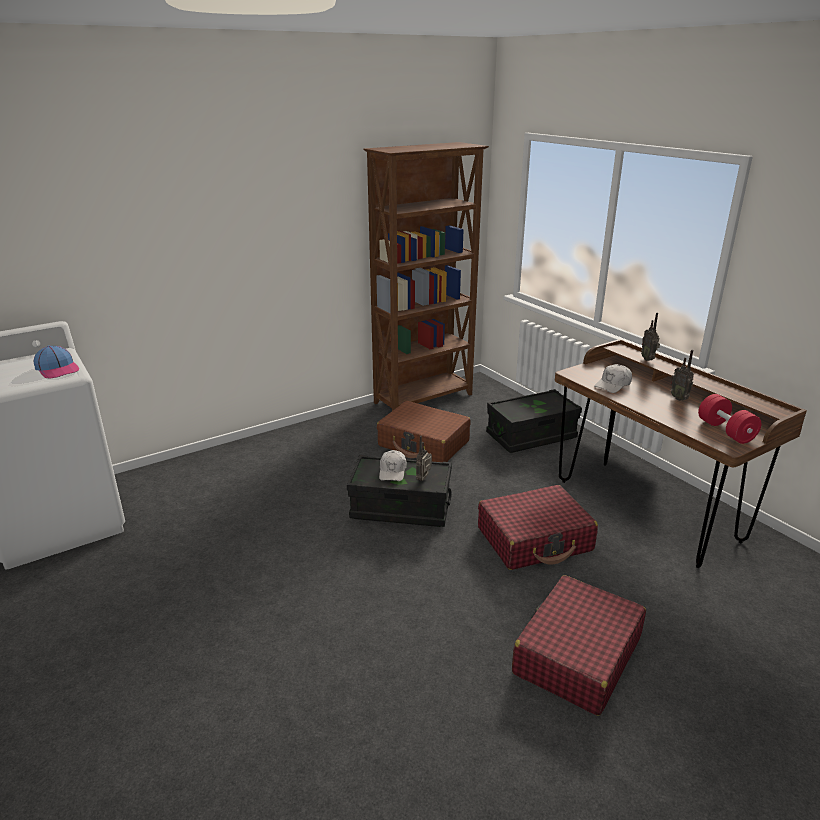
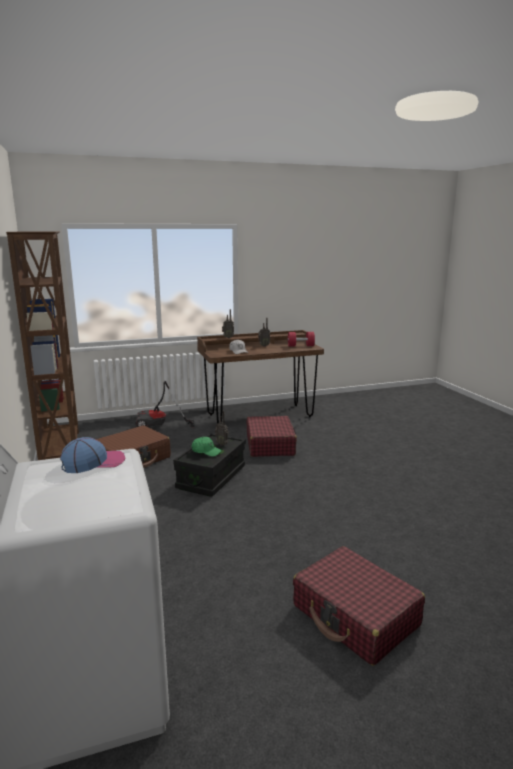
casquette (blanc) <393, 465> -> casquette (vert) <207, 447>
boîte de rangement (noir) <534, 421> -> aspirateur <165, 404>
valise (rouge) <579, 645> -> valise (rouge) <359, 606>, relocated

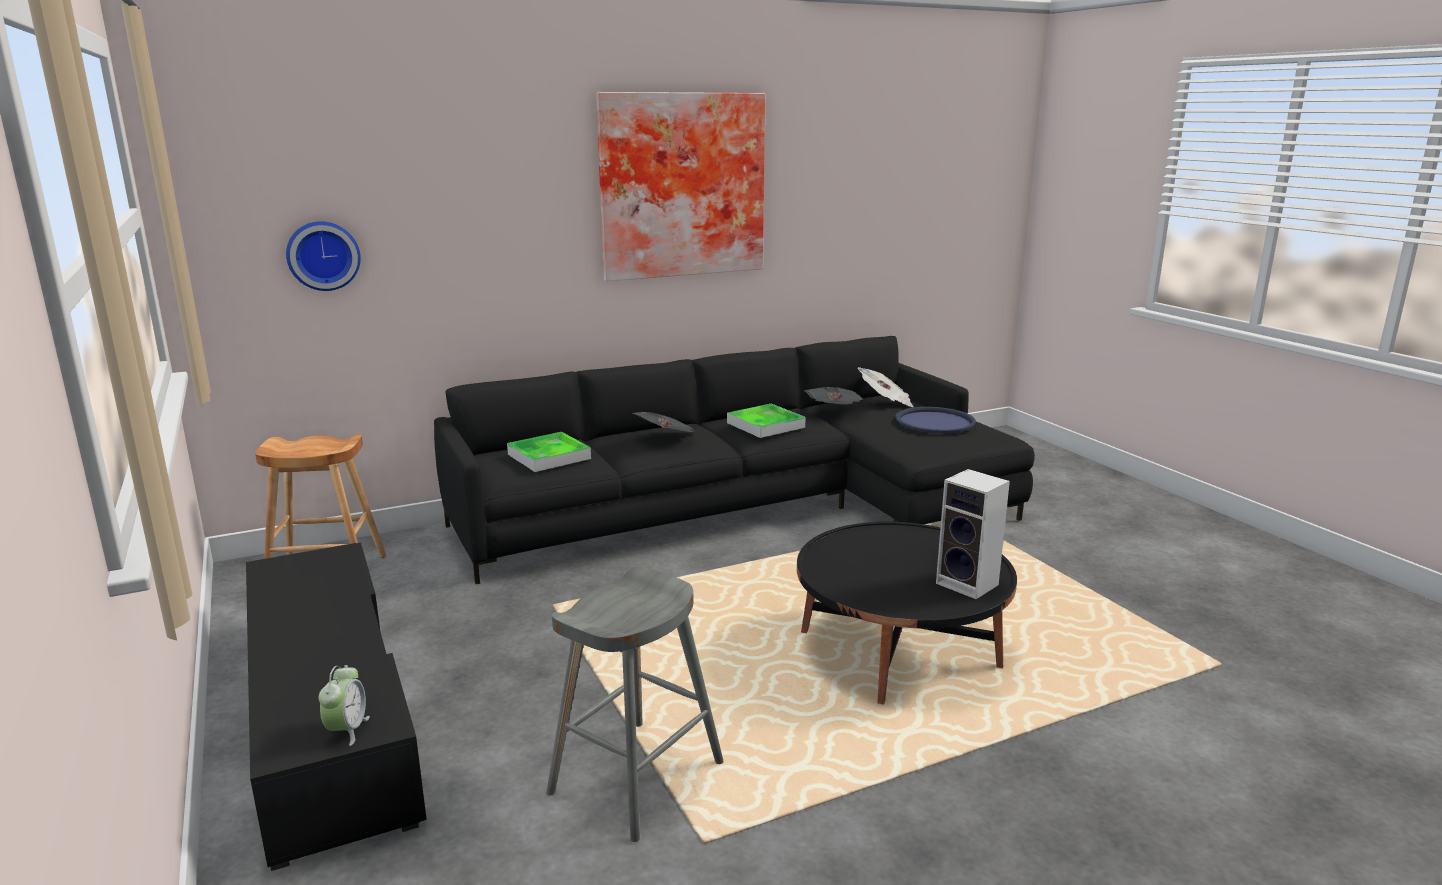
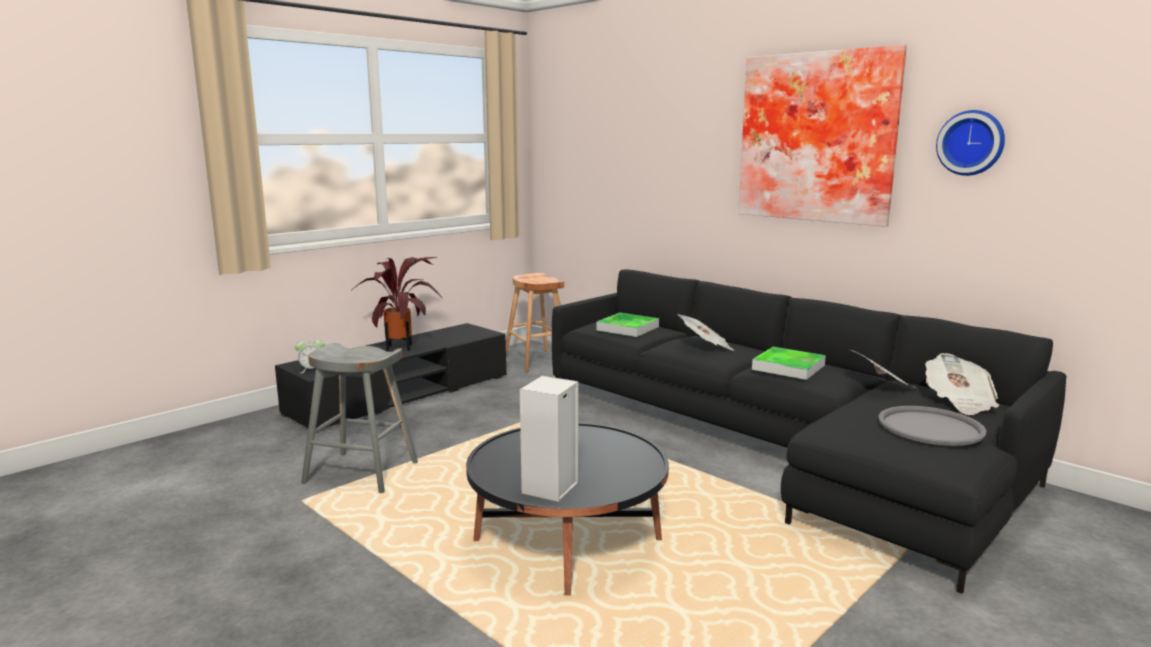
horloge murale <323, 256> -> horloge murale <970, 143>, relocated
plateau (bleu) <935, 420> -> plateau (gris) <932, 426>
none -> plante en pot <397, 304>

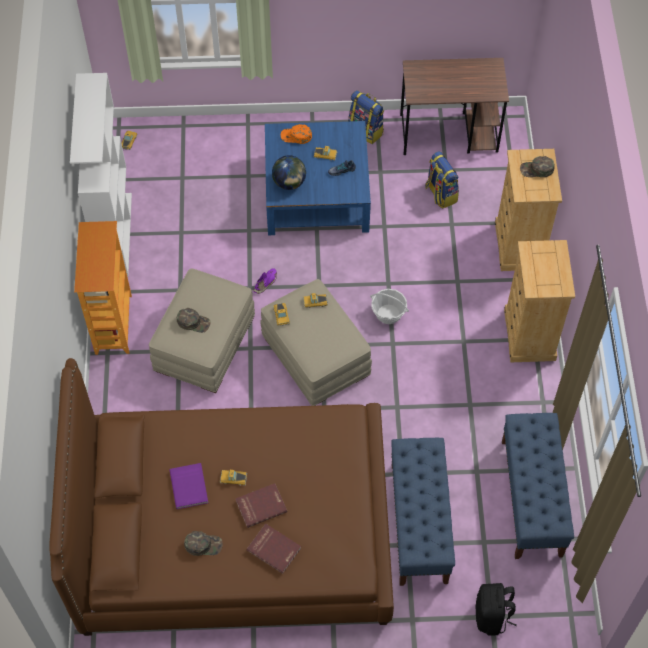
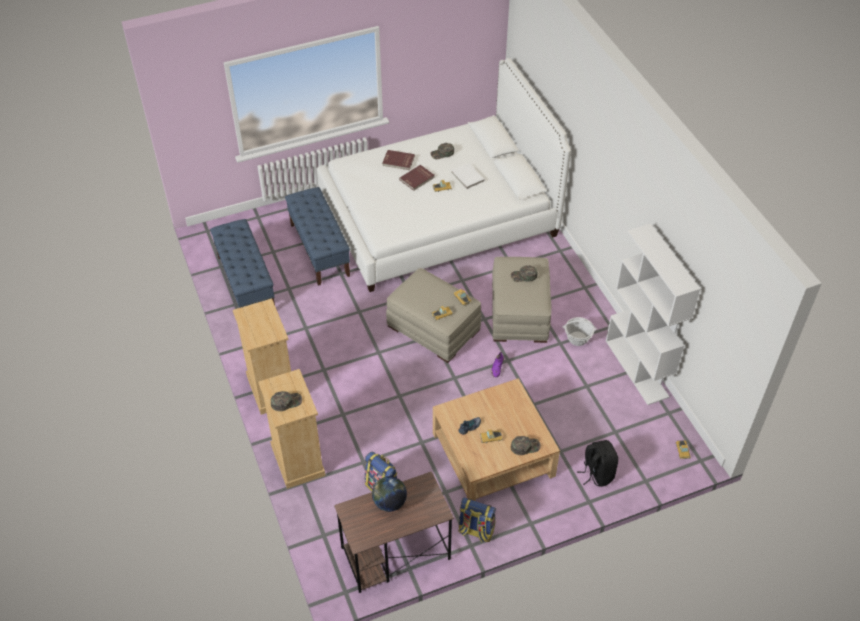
lit (marron) <221, 497> -> lit (blanc) <444, 175>
bibliothèque <103, 288> -> none
livre (violet) <189, 486> -> livre (blanc) <468, 176>
table basse (bleu) <318, 178> -> table basse (beige) <496, 439>
globe <289, 172> -> globe <389, 494>, relocated
casquette (orange) <296, 134> -> casquette (vert) <526, 445>
panier <389, 306> -> panier <580, 331>, relocated
sac à dos (noir) <496, 609> -> sac à dos (noir) <597, 463>, relocated

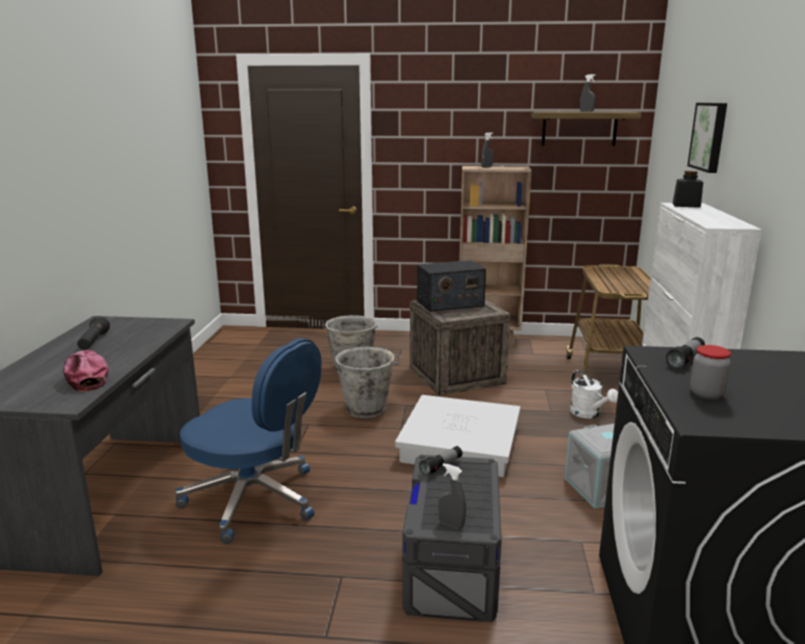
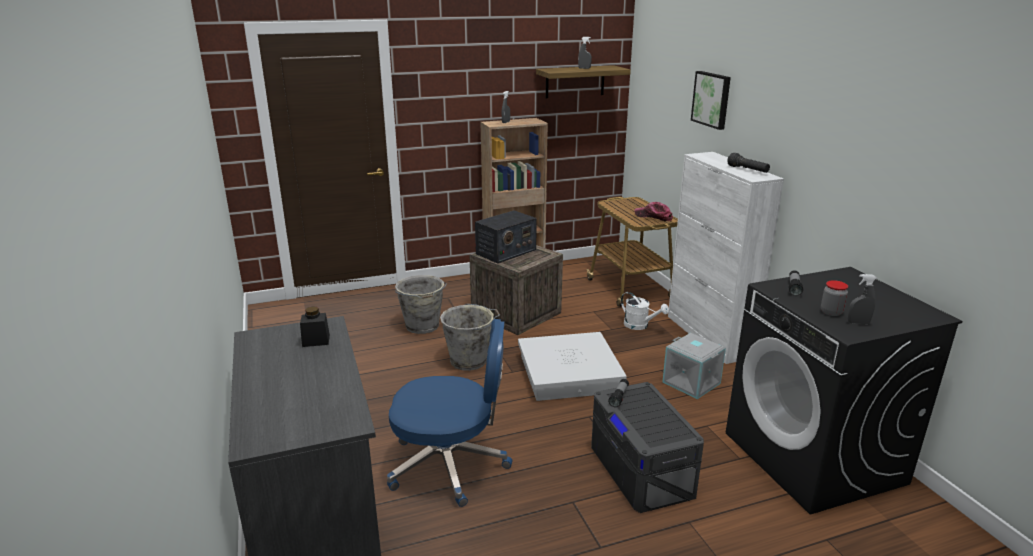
casquette <86, 371> -> casquette <653, 211>, relocated
lampe de poche (noir) <93, 333> -> lampe de poche (noir) <748, 163>, relocated
vaporisateur (gris) <452, 496> -> vaporisateur (gris) <862, 299>, relocated
bocal (noir) <688, 189> -> bocal (noir) <315, 326>, relocated

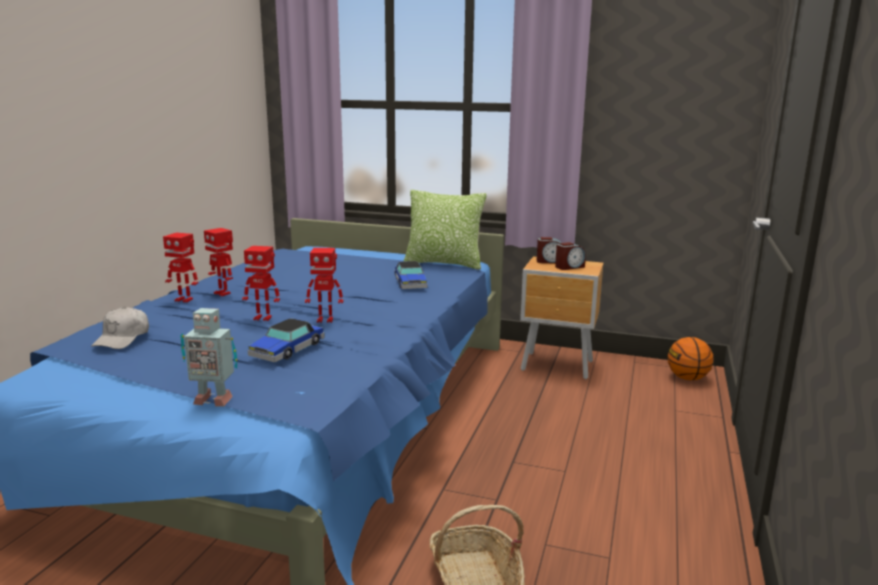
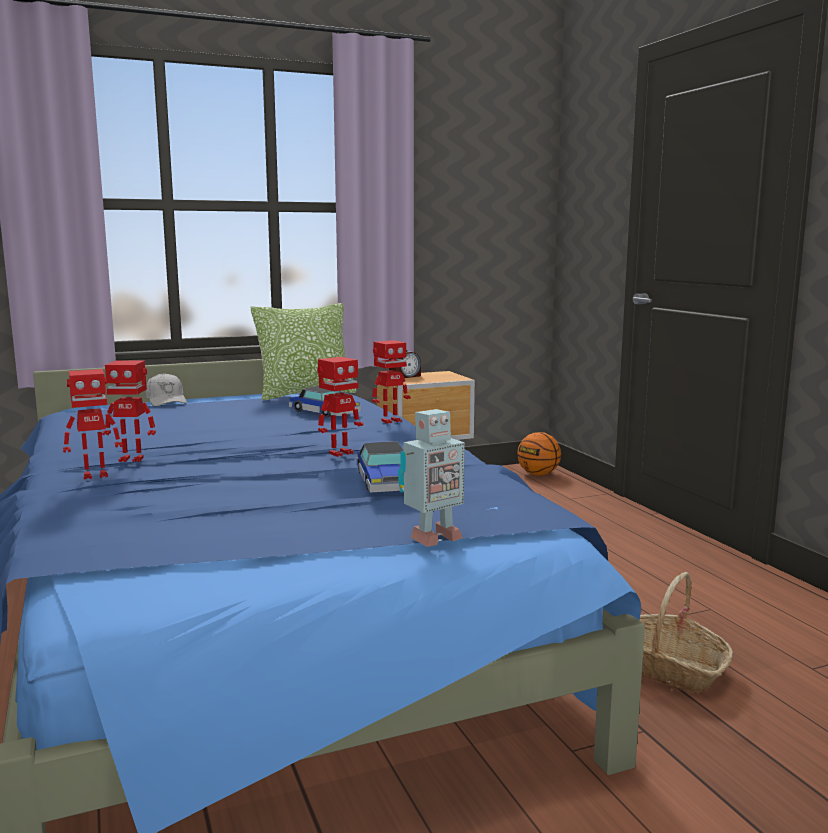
casquette (blanc) <120, 328> -> casquette (blanc) <166, 389>, relocated
robot jouet <261, 283> -> robot jouet <391, 382>, relocated
réveil <570, 256> -> none

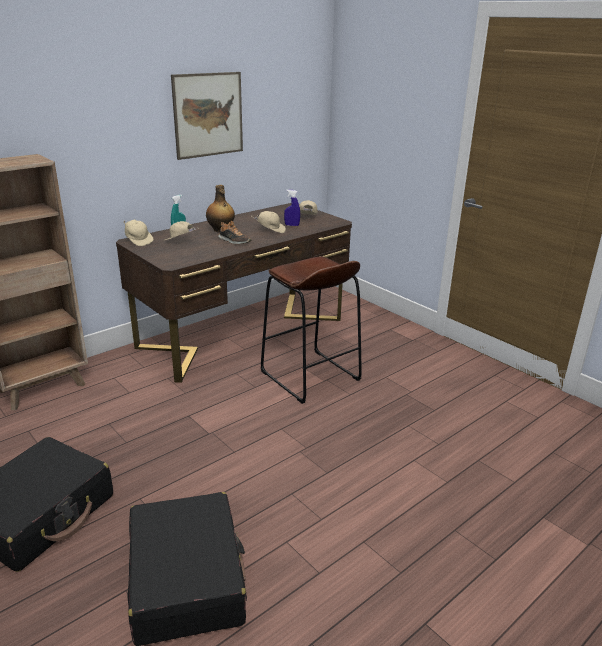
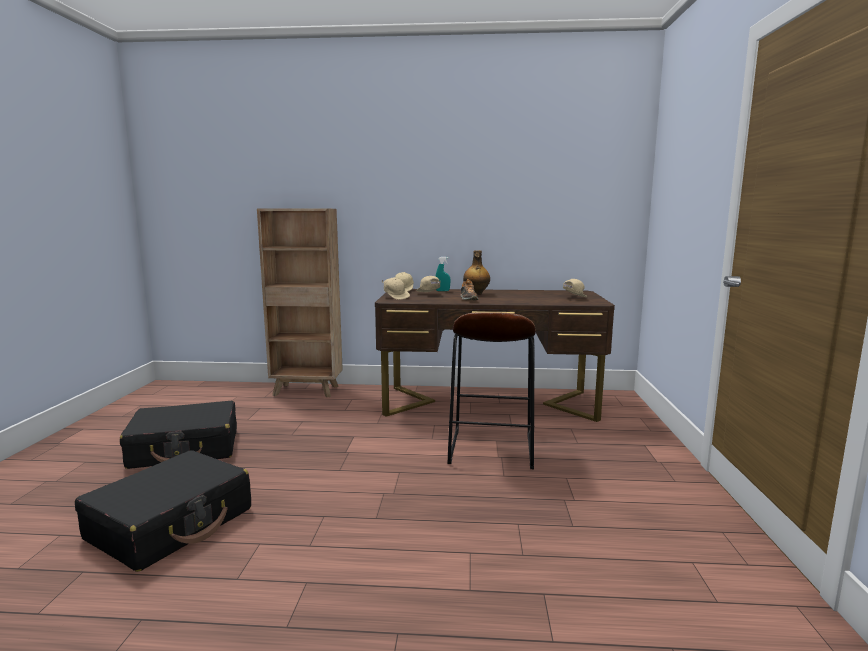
tableau <207, 116> -> none
casquette (beige) <268, 222> -> casquette (beige) <396, 288>, relocated
vaporisateur (bleu) <292, 208> -> none

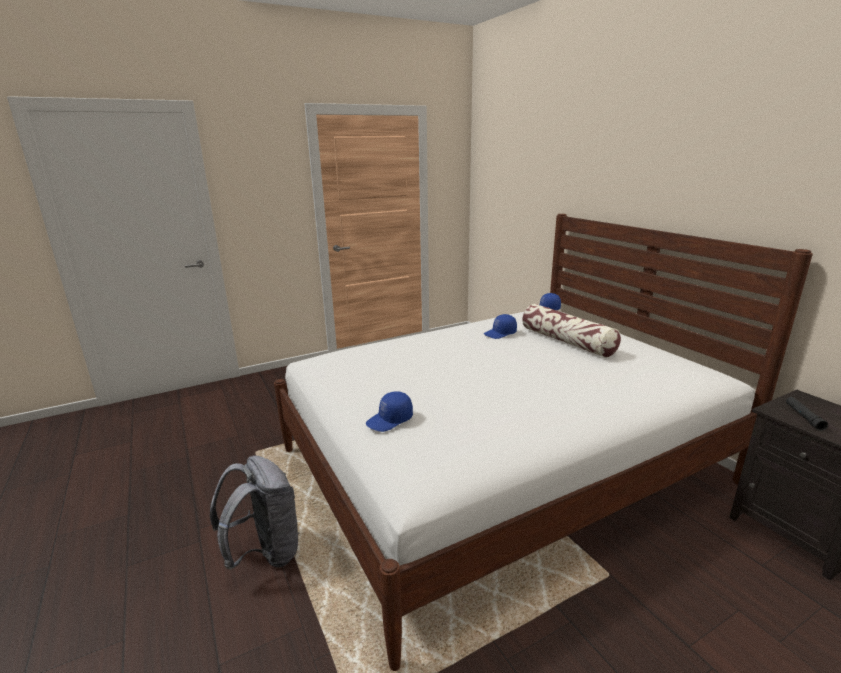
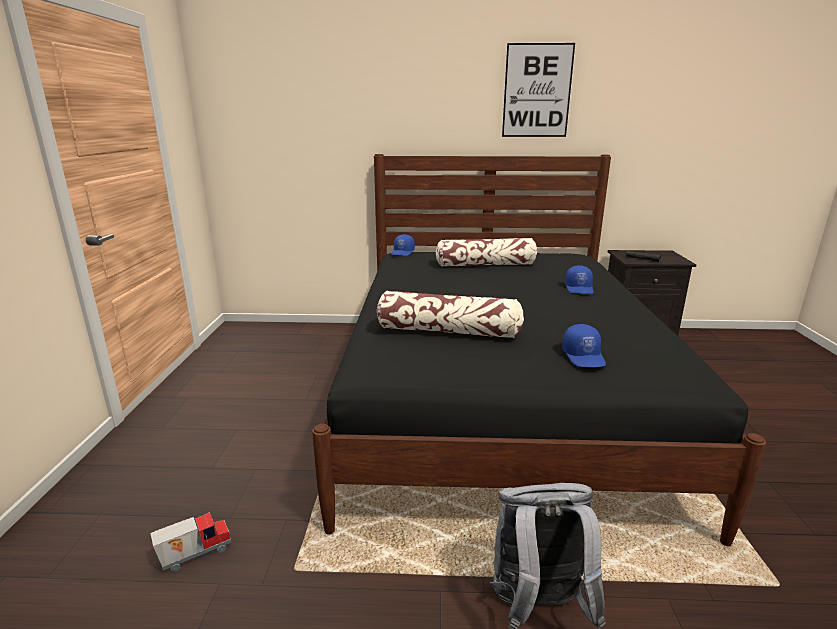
lit (blanc) <543, 442> -> lit (noir) <539, 350>
casquette (bleu) <500, 326> -> casquette (bleu) <579, 279>, relocated
none -> camion jouet <190, 542>
none -> coussin <450, 314>
none -> tableau <538, 90>

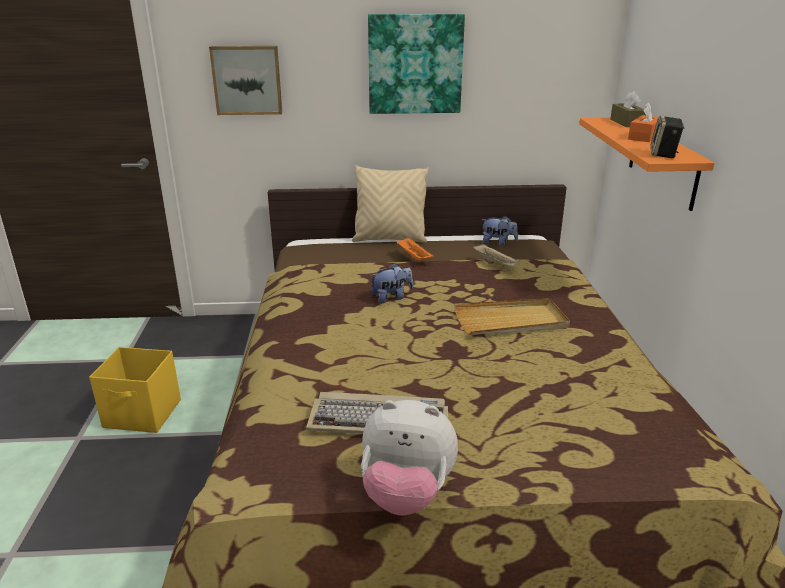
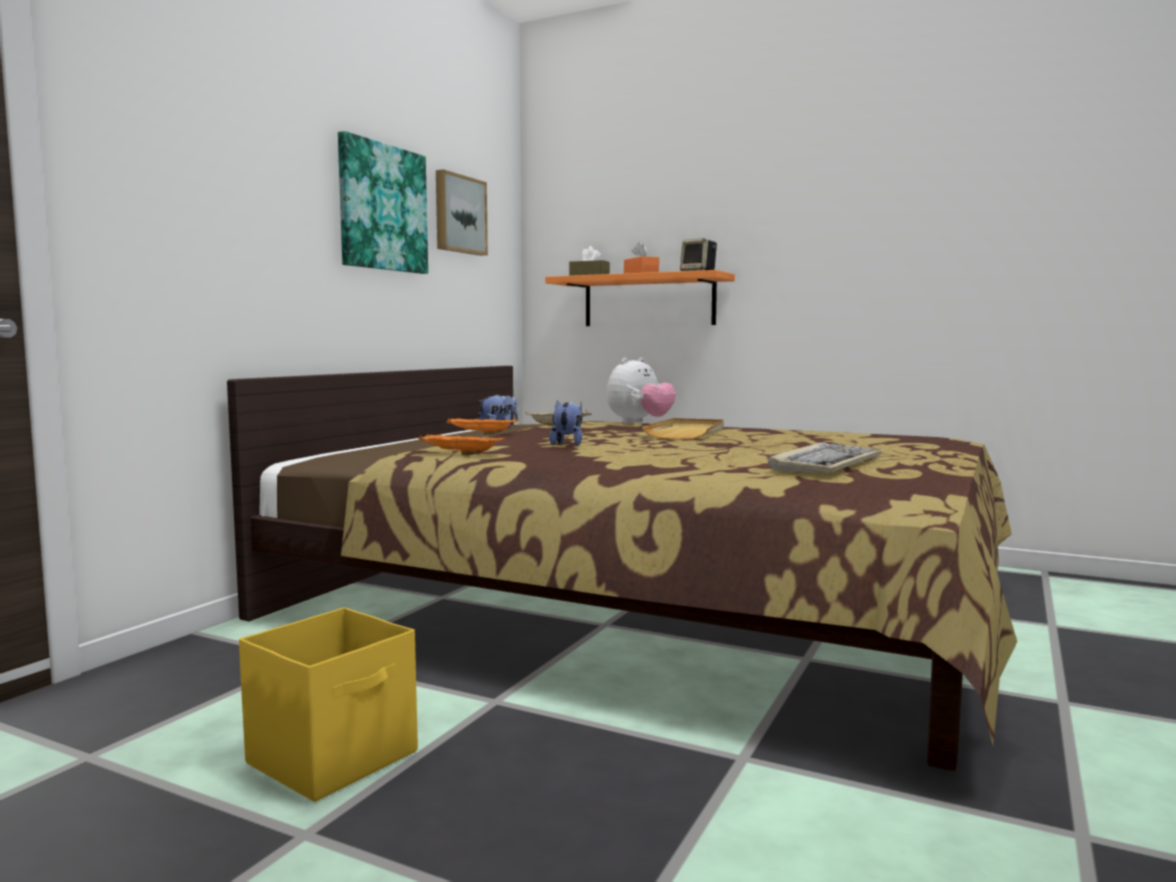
tableau <245, 80> -> tableau <462, 212>, relocated
coussin (beige) <390, 204> -> none
peluche <409, 457> -> peluche <641, 390>, relocated
none -> plateau (orange) <461, 444>

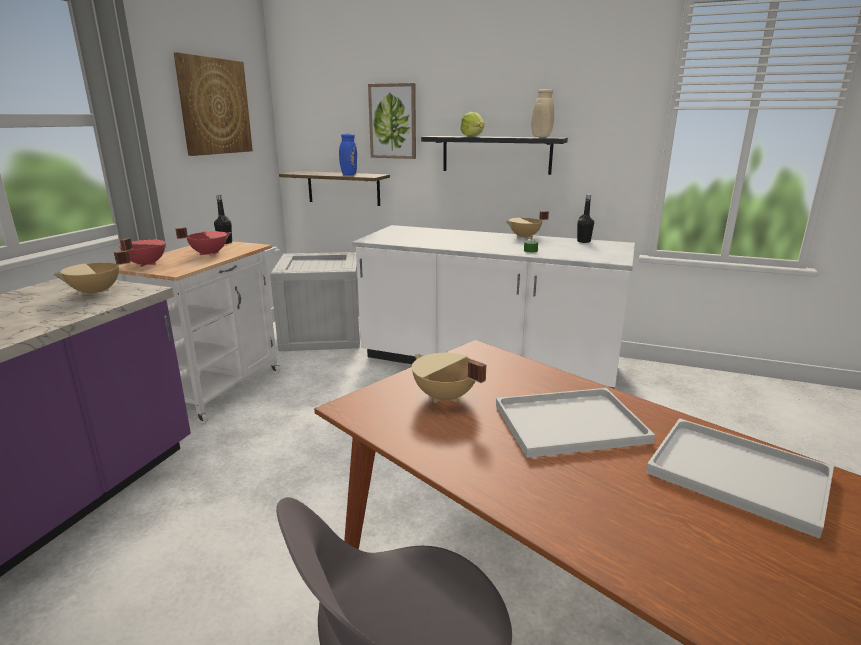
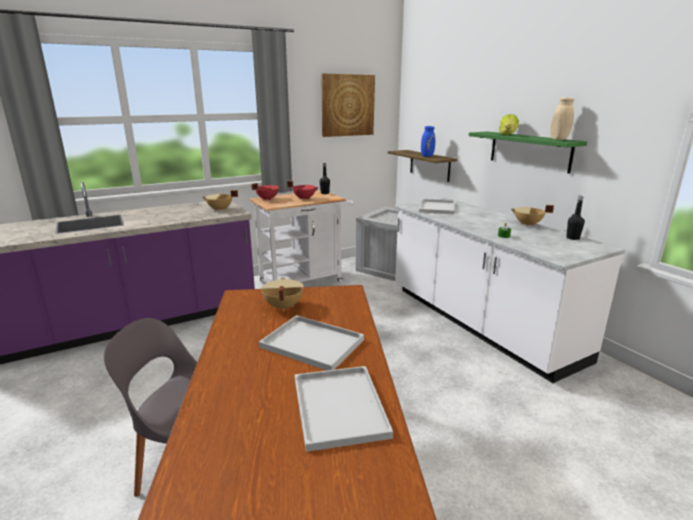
tableau <392, 121> -> none
étagère (noir) <494, 155> -> étagère (vert) <528, 152>
none -> plateau (blanc) <437, 206>

